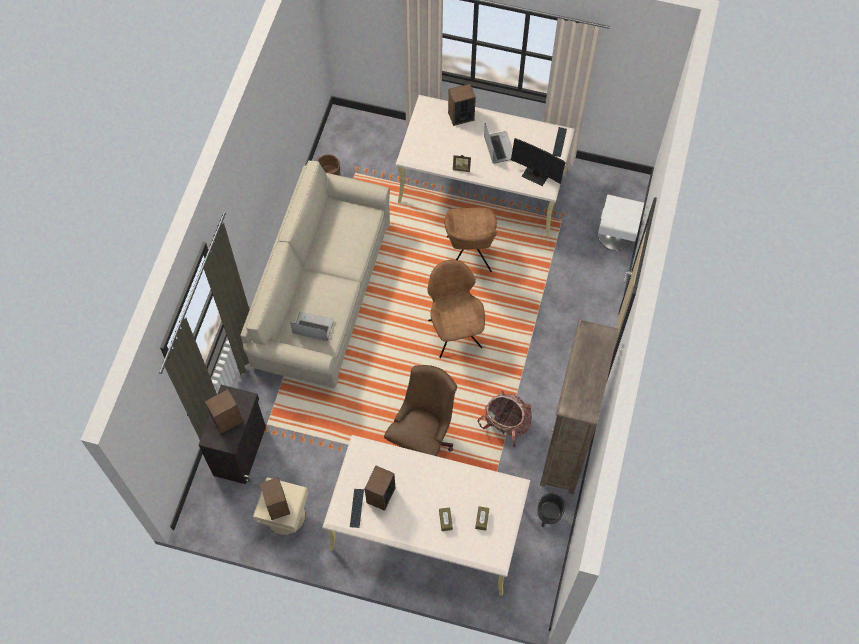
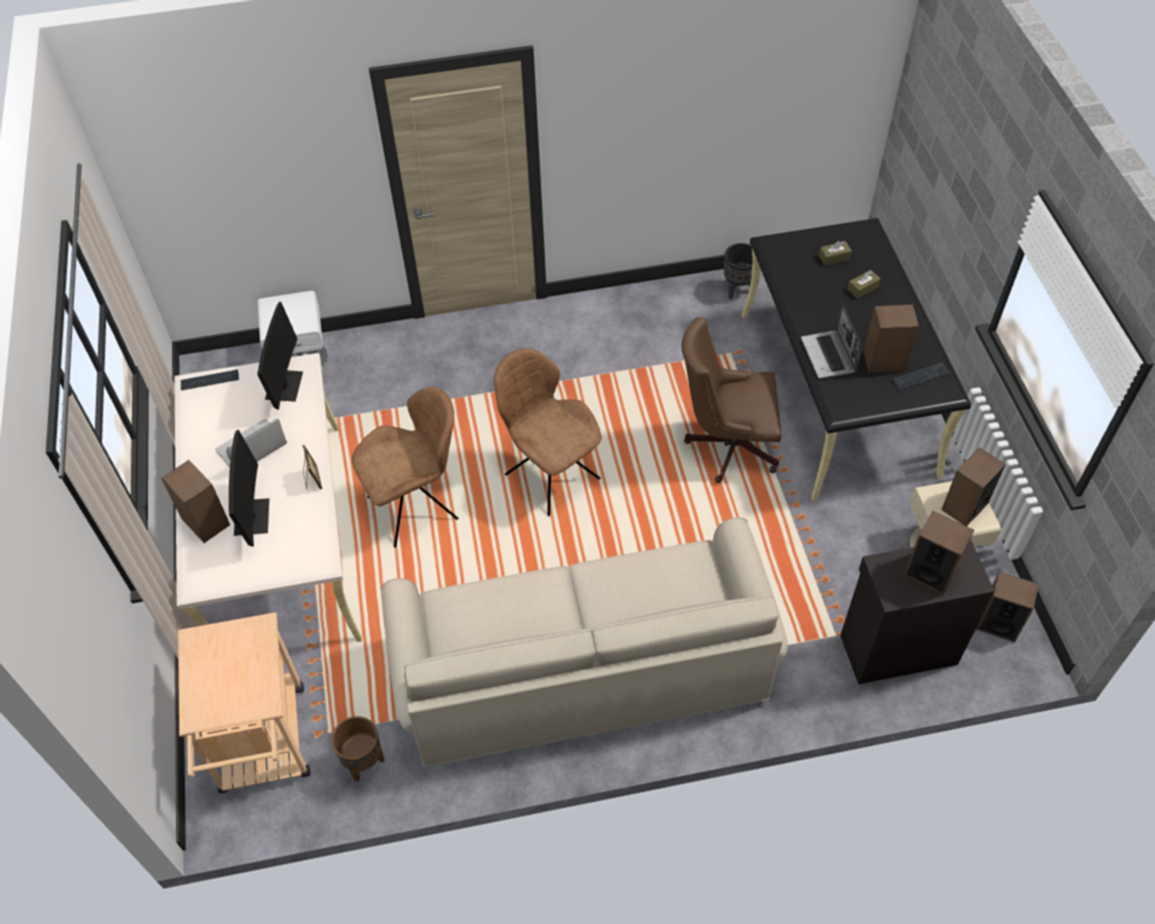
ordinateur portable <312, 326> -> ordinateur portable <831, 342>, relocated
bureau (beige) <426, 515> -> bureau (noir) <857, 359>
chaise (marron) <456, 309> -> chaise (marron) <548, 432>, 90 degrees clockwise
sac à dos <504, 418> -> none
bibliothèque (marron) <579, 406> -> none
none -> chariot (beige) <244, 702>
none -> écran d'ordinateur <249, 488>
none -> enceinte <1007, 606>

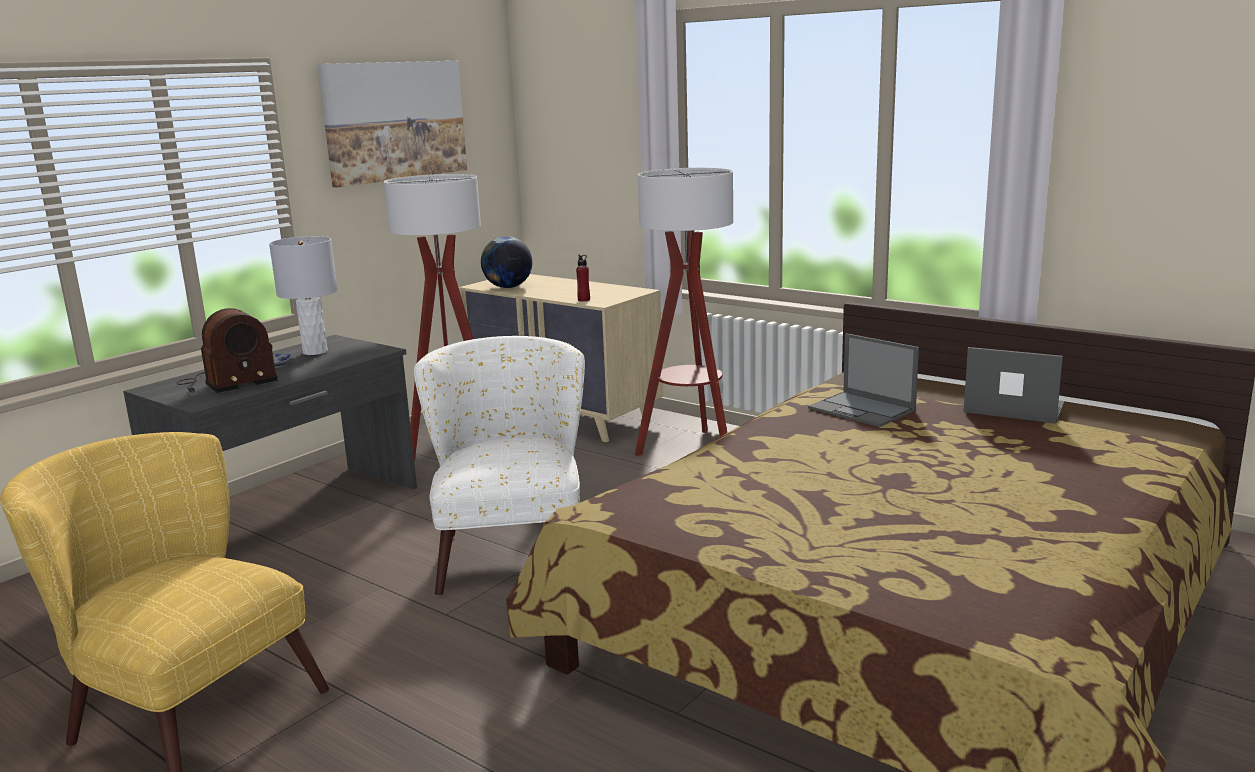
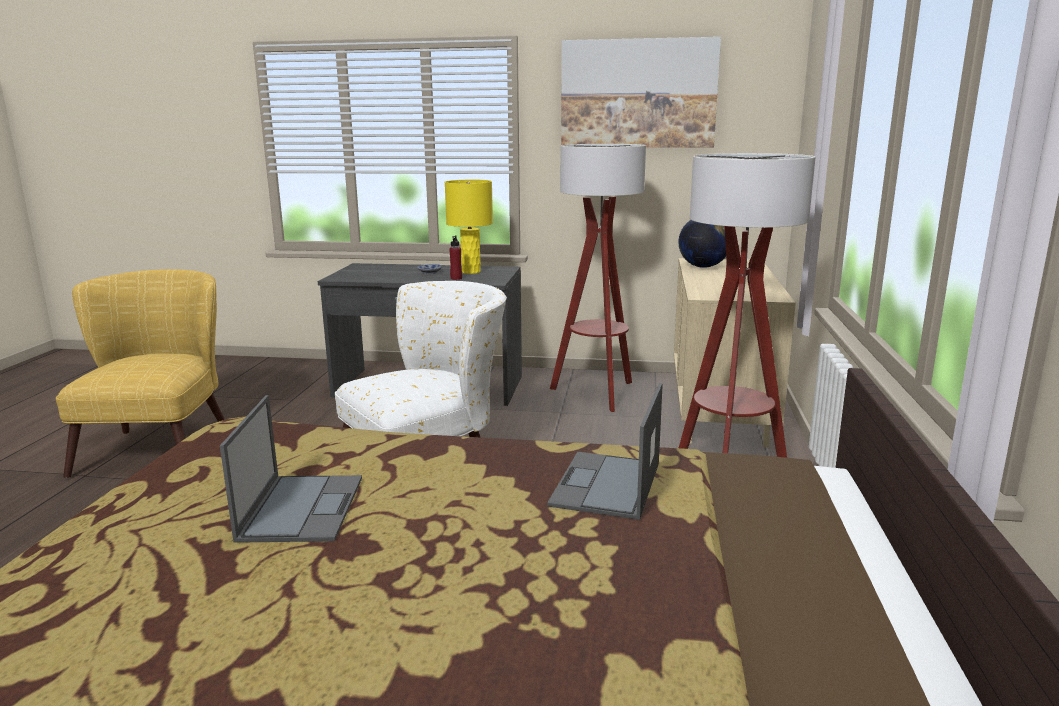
radio <227, 350> -> none
lampe de table (gris) <303, 295> -> lampe de table (jaune) <469, 227>
bouteille (rouge) <583, 277> -> bouteille (rouge) <455, 257>, relocated
ordinateur portable <1014, 385> -> ordinateur portable <291, 469>, relocated

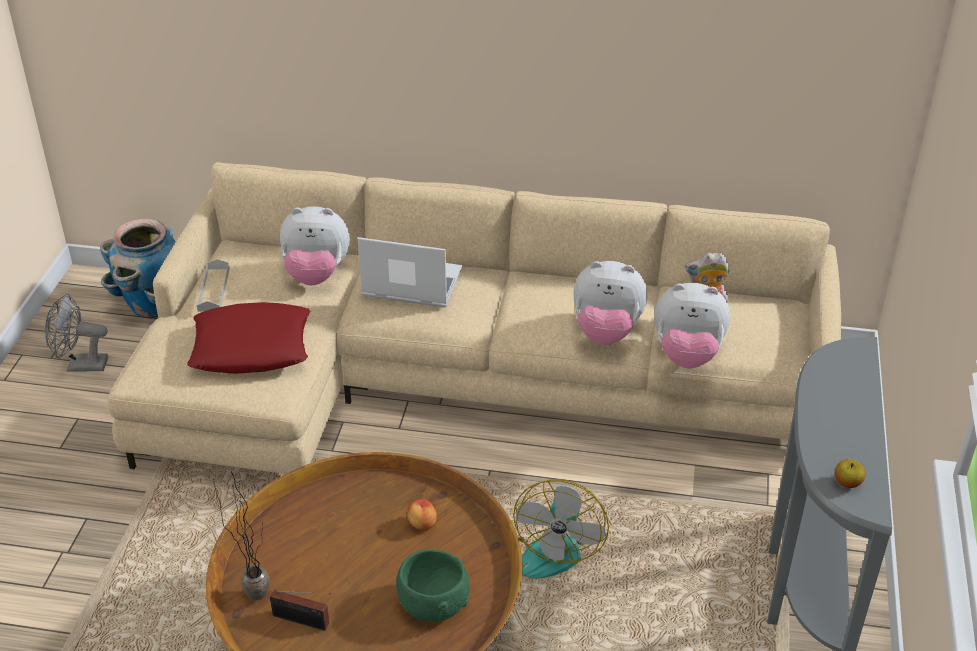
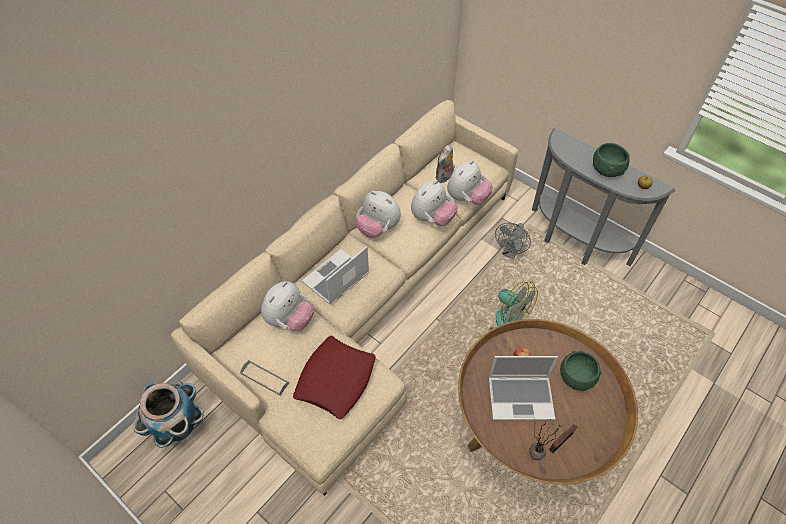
ventilateur (gris) <76, 333> -> ventilateur (gris) <513, 241>, relocated
none -> peluche <378, 214>
none -> ordinateur portable <523, 388>
none -> bol (vert) <611, 160>

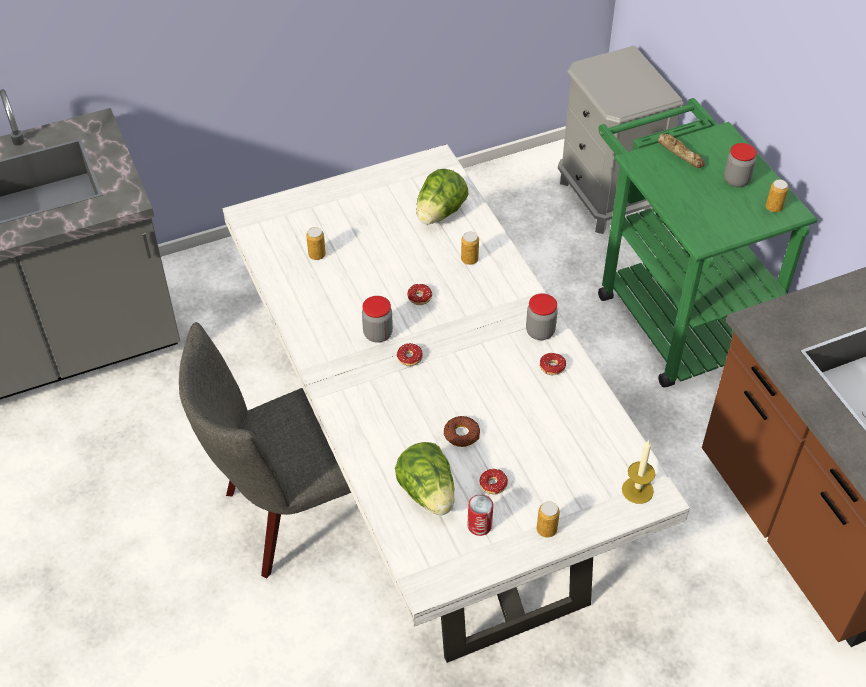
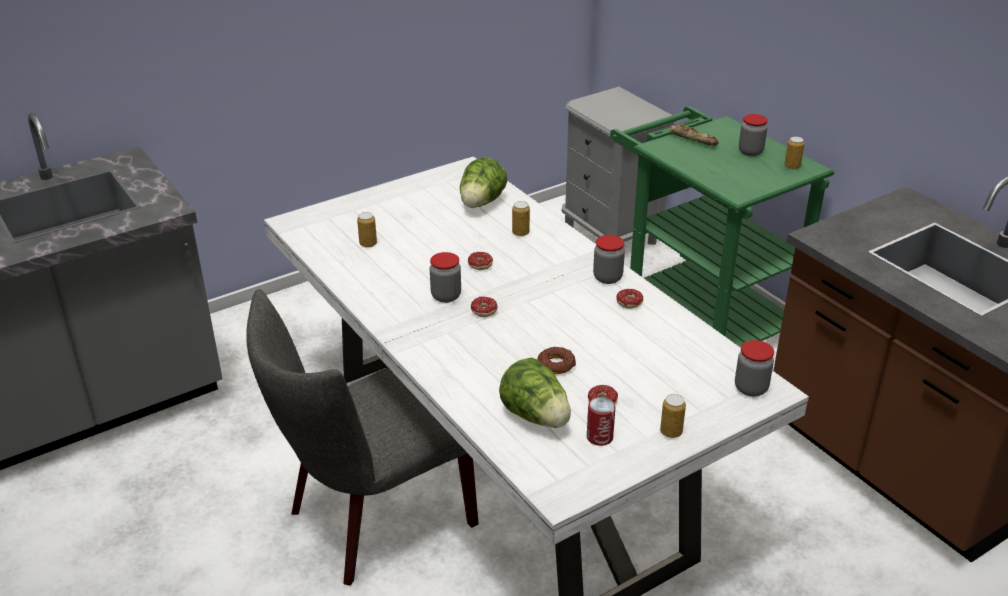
bougie <638, 472> -> bocal <754, 368>

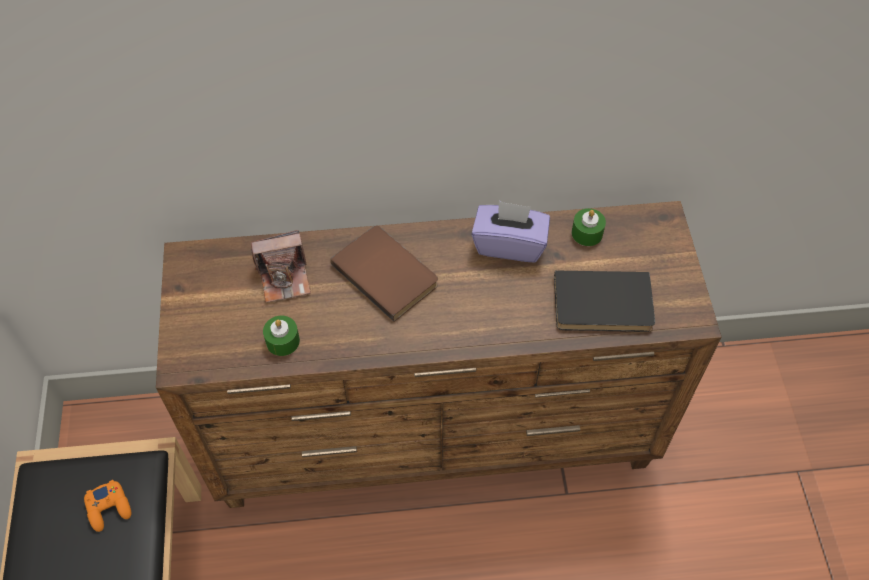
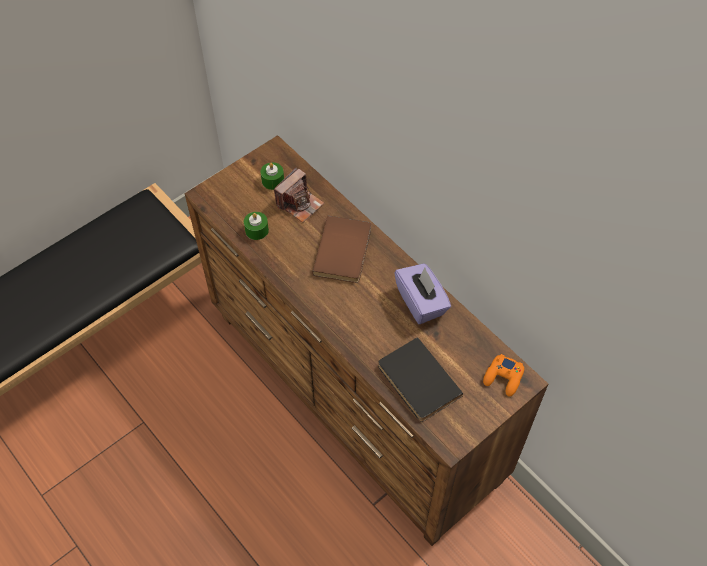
manette (orange) <107, 506> -> manette (orange) <503, 375>, relocated
appareil photo <281, 266> -> appareil photo <299, 195>, 90 degrees counterclockwise
bougie (vert) <589, 227> -> bougie (vert) <272, 176>, relocated

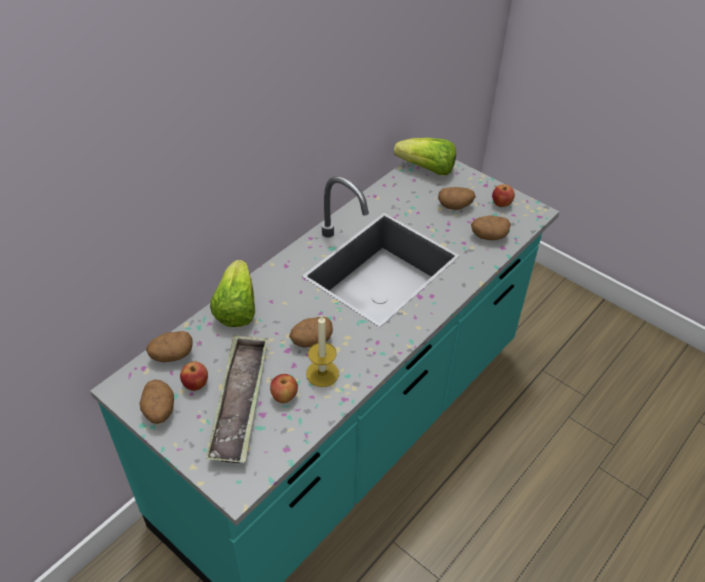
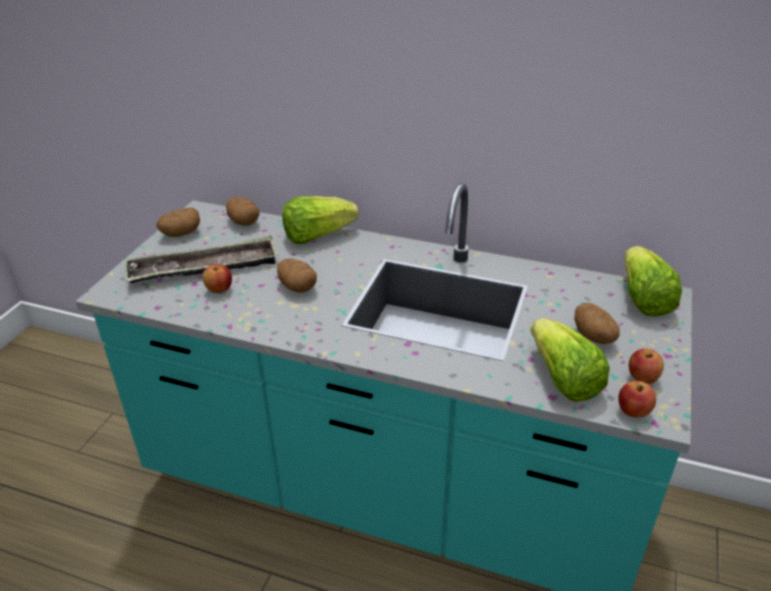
pomme <194, 376> -> pomme <637, 399>, relocated
bougie <322, 350> -> none
pomme de terre <491, 227> -> laitue <570, 360>

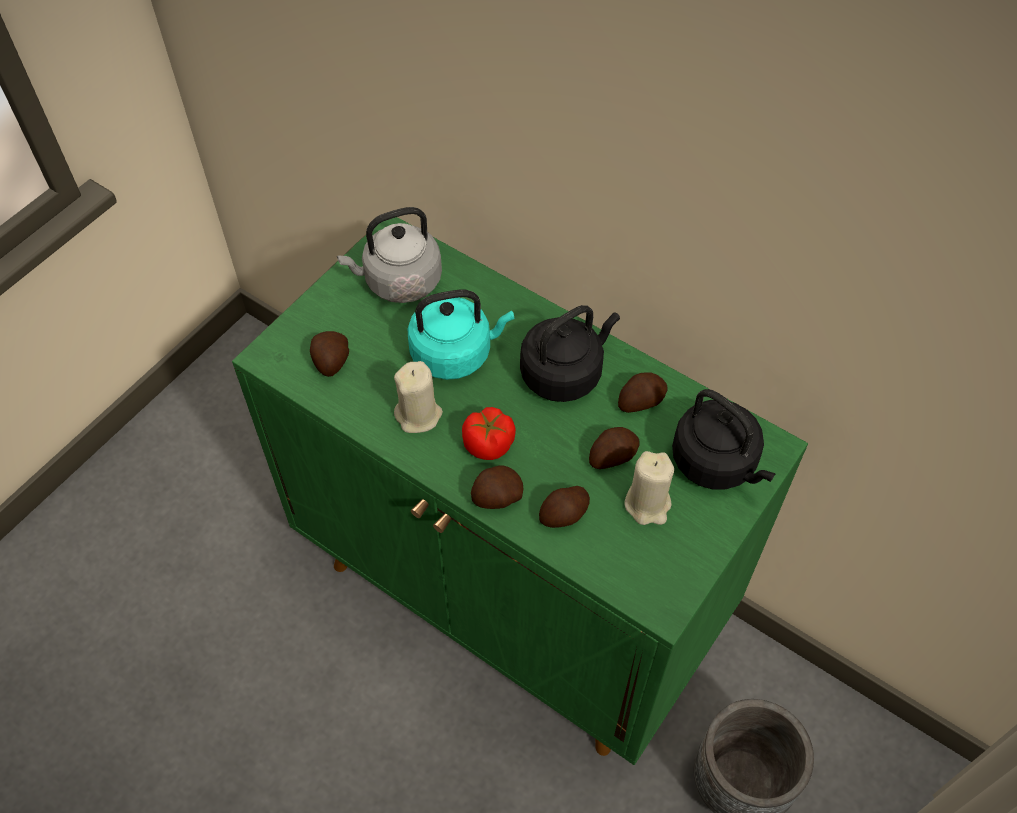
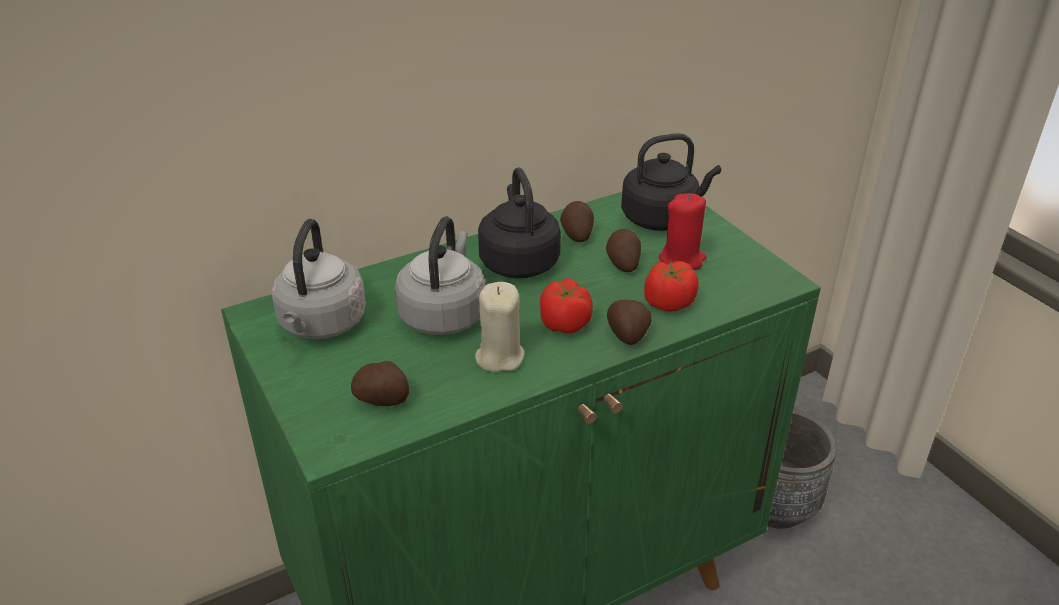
bouilloire (turquoise) <460, 334> -> bouilloire (gris) <440, 275>
pomme de terre <564, 507> -> tomate <671, 286>
bougie (beige) <649, 488> -> bougie (rouge) <682, 231>

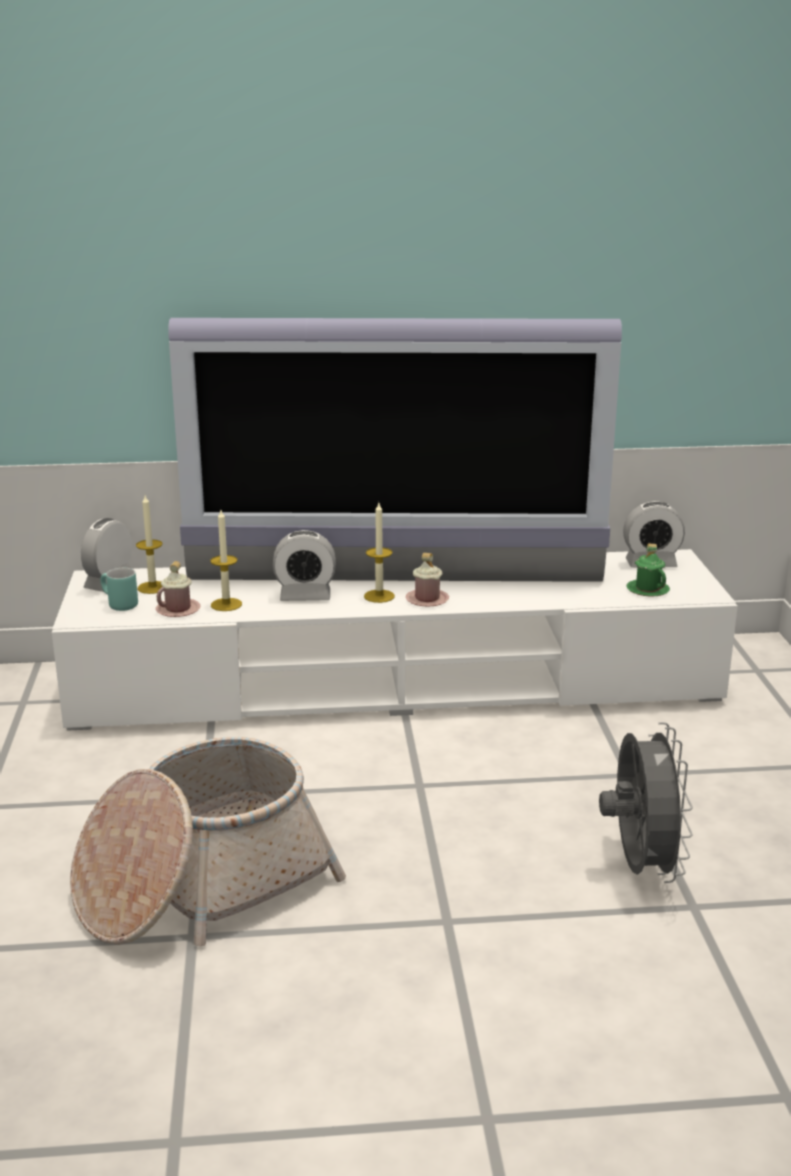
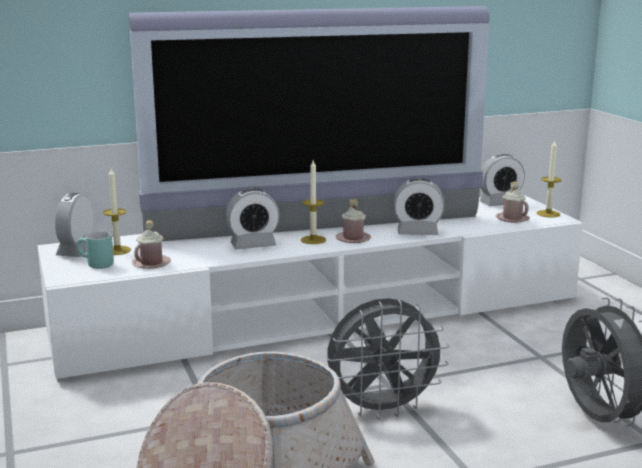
bougie <226, 560> -> bougie <549, 179>, relocated
mug (vert) <648, 569> -> mug (rose) <513, 202>
none -> ventilateur (gris) <387, 358>
none -> réveil <419, 206>

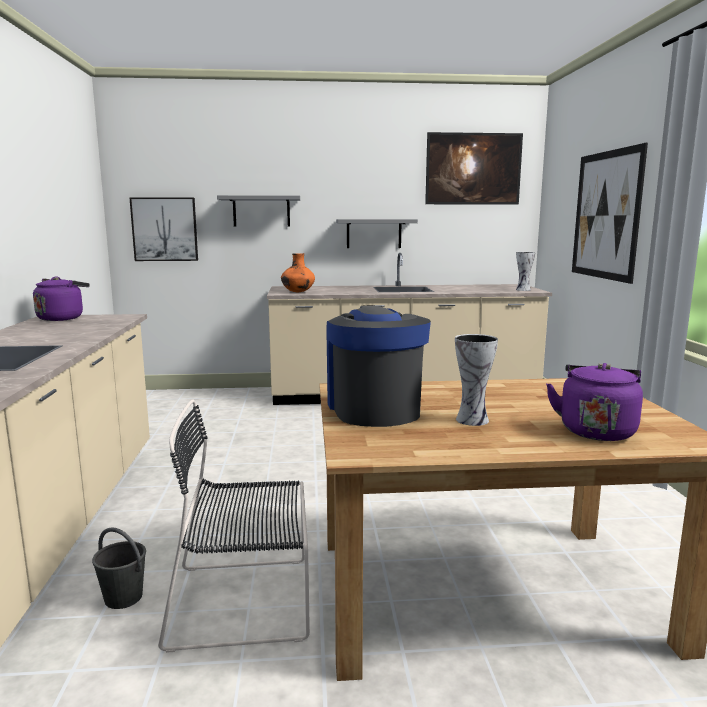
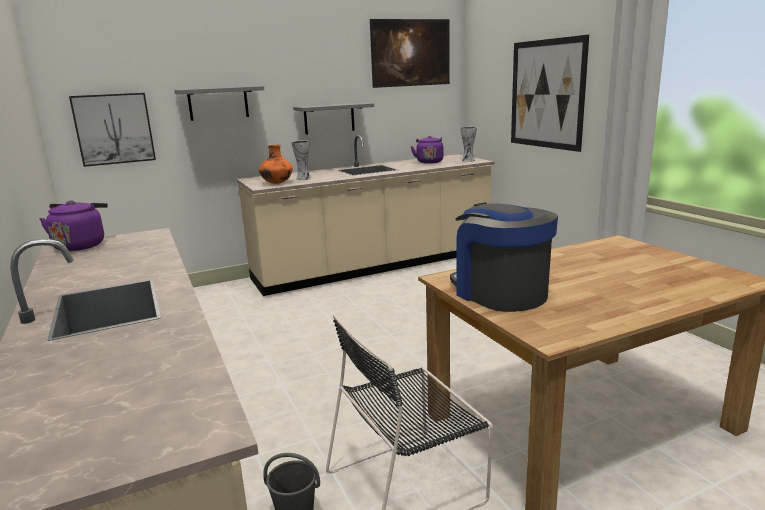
vase <476, 380> -> vase <301, 160>, relocated
bouilloire (violet) <594, 402> -> bouilloire (violet) <427, 150>, relocated

